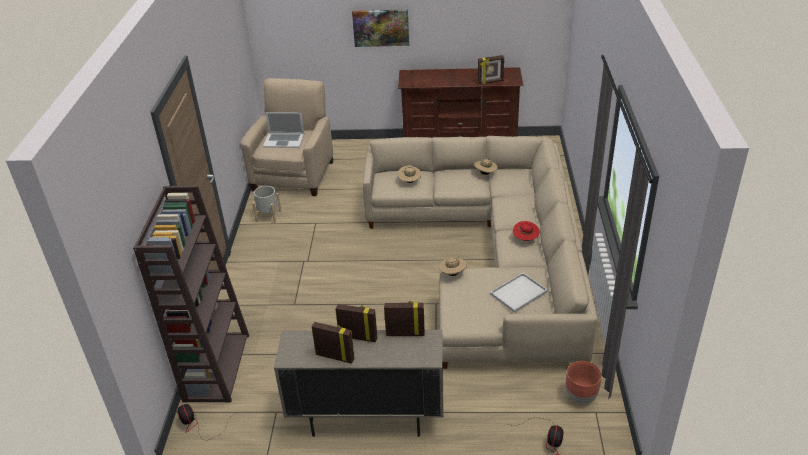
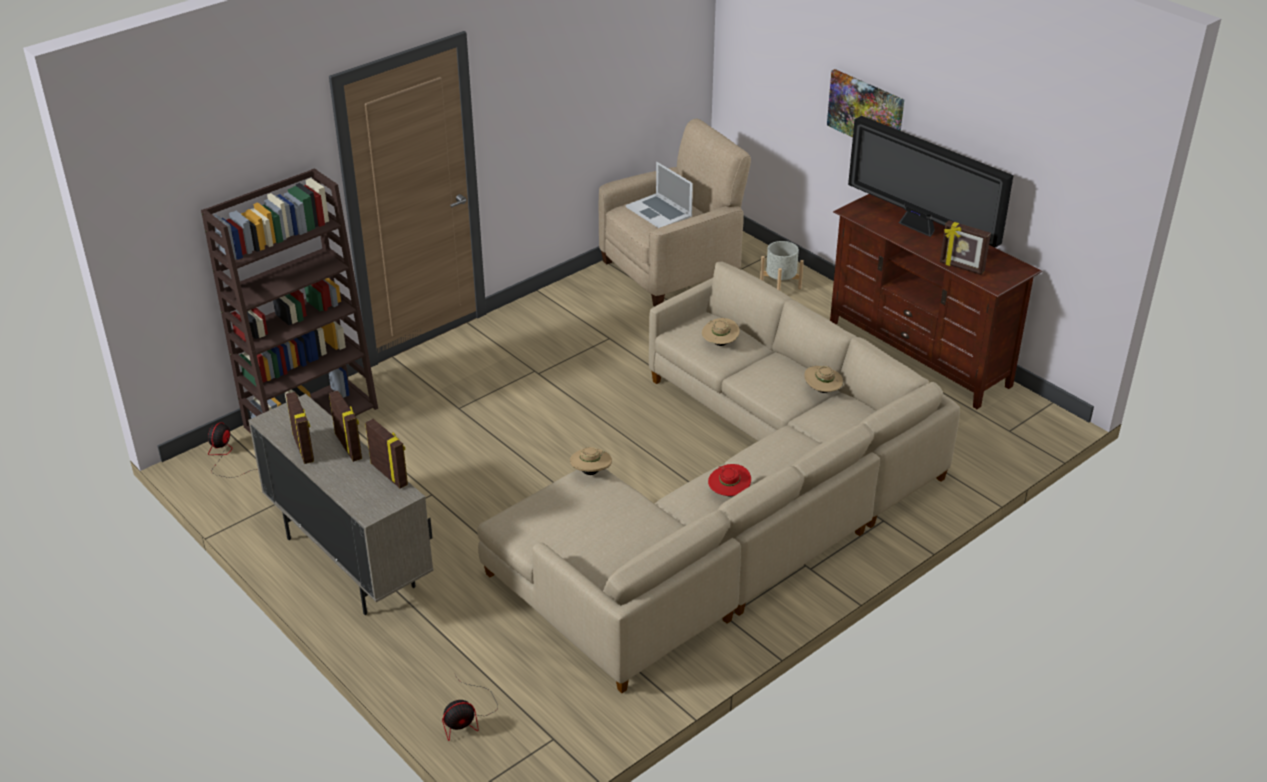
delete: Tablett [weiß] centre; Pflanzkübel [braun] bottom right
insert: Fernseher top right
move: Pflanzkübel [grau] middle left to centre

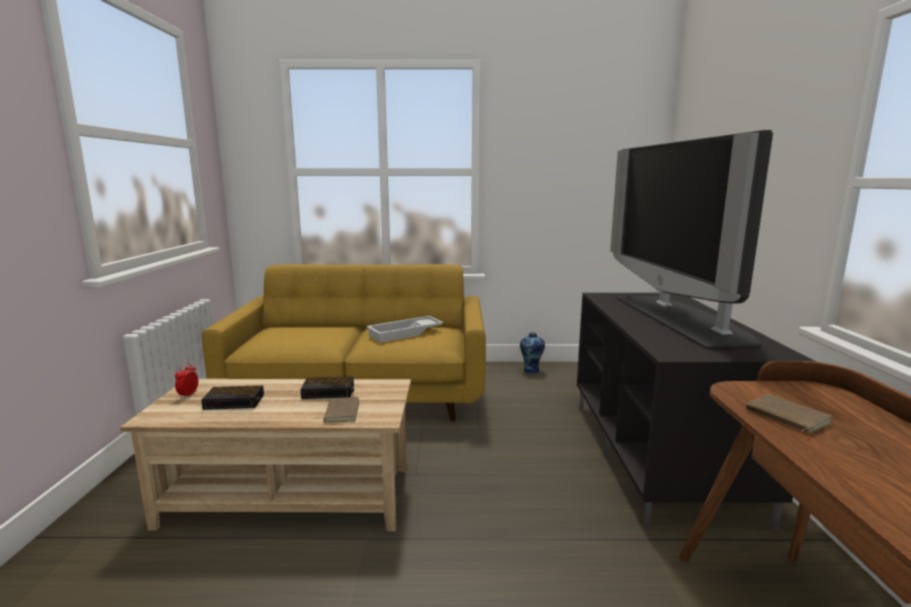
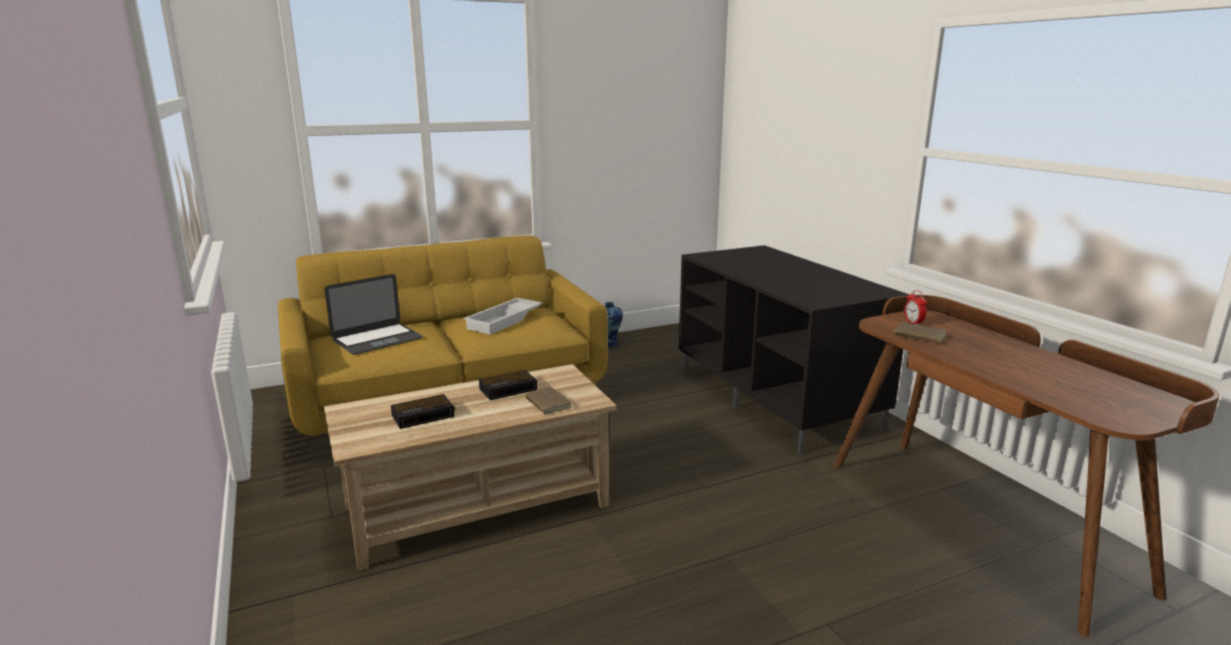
delete: Fernseher middle right
insert: Laptop middle left
move: Wecker (1st from left in the first image) middle left to Wecker (3rd from left) middle right

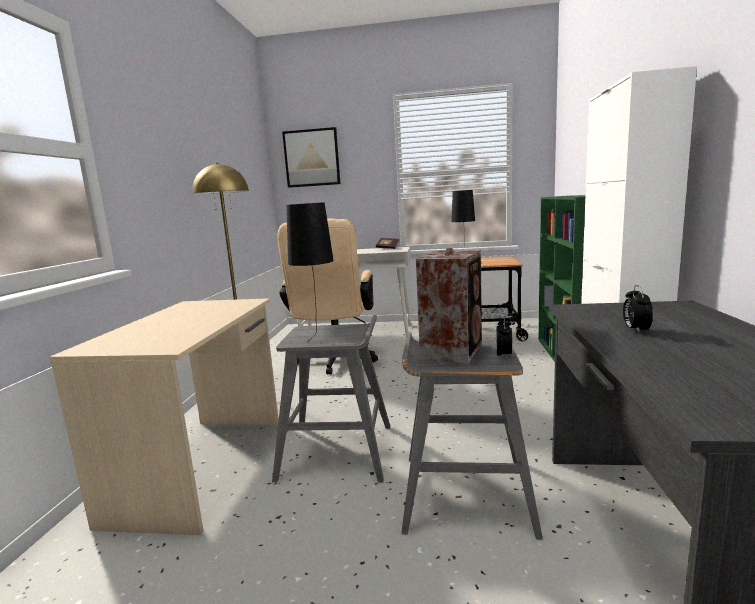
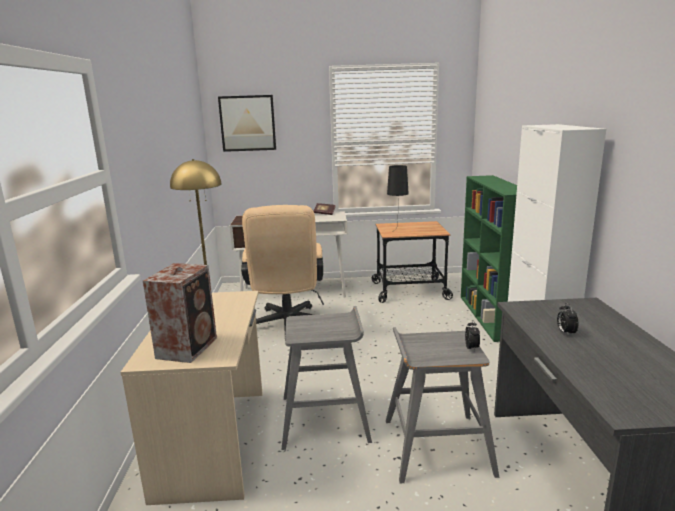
delete: Tischlampe [schwarz] (1st from left) centre
move: Lautsprecher centre to middle left

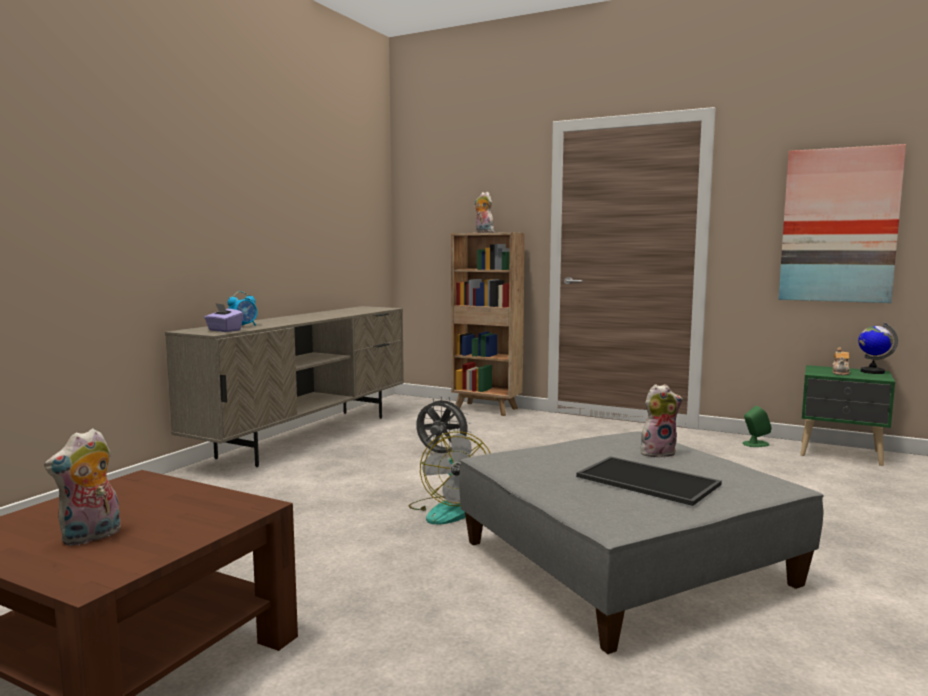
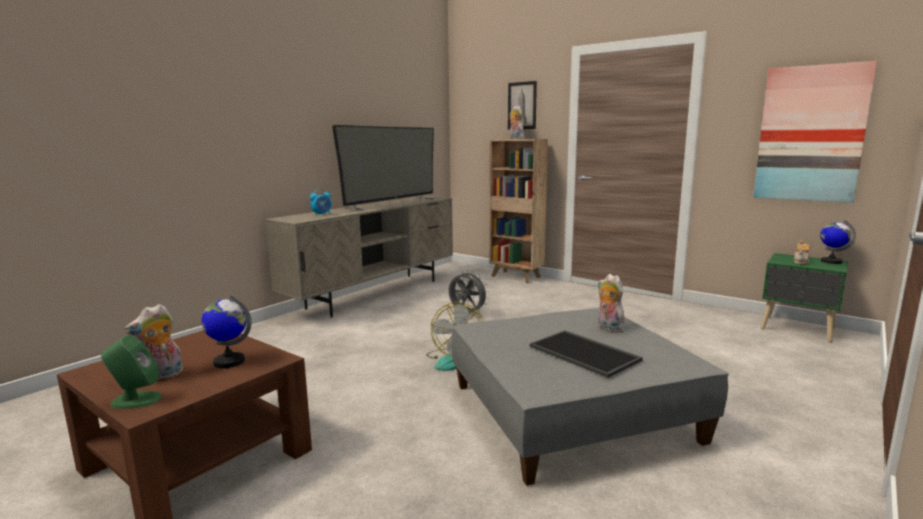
delete: Taschentuchbox [lila] middle left
insert: Globus (1st from left) middle left; Fernseher top centre; Bild (1st from left) top centre
move: Lautsprecher [grün] middle right to bottom left
rotate: Plüschtier (3rd from left) middle right = centre 120 degrees counterclockwise

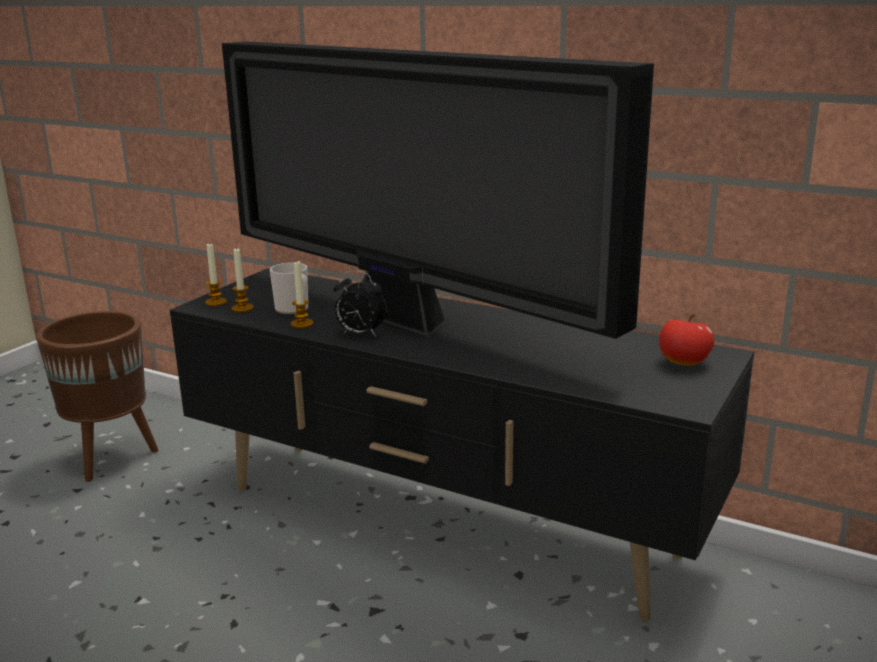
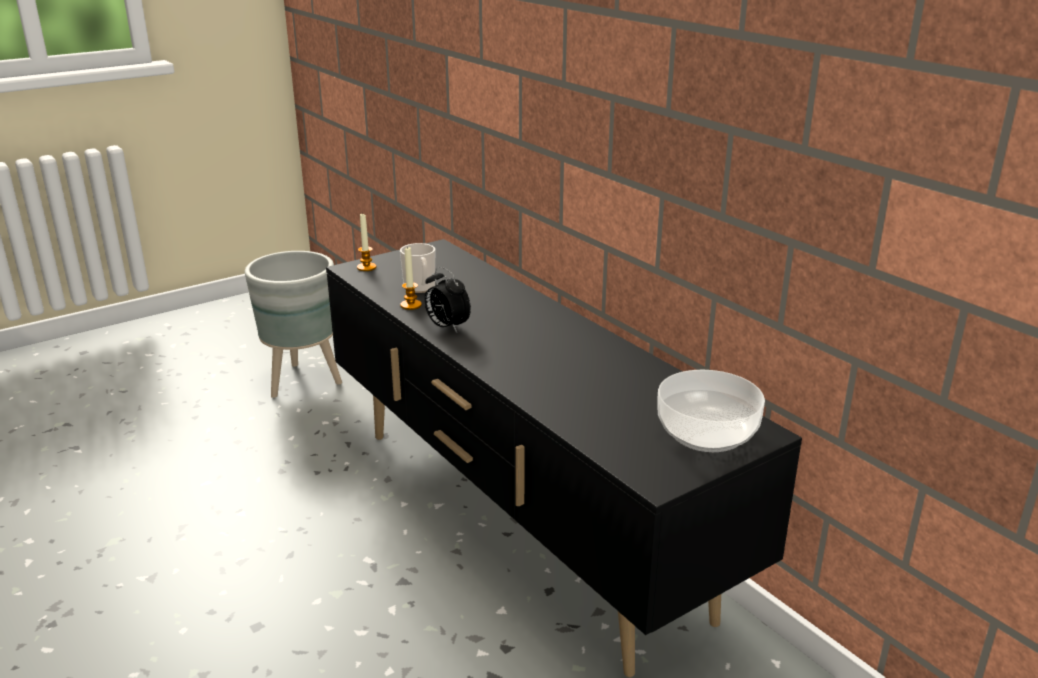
delete: Fernseher top centre; Kerze (2nd from left) middle left
replace: Apfel middle right to Schüssel middle right
recolor: Pflanzkübel [braun] middle left to Pflanzkübel [grau] middle left

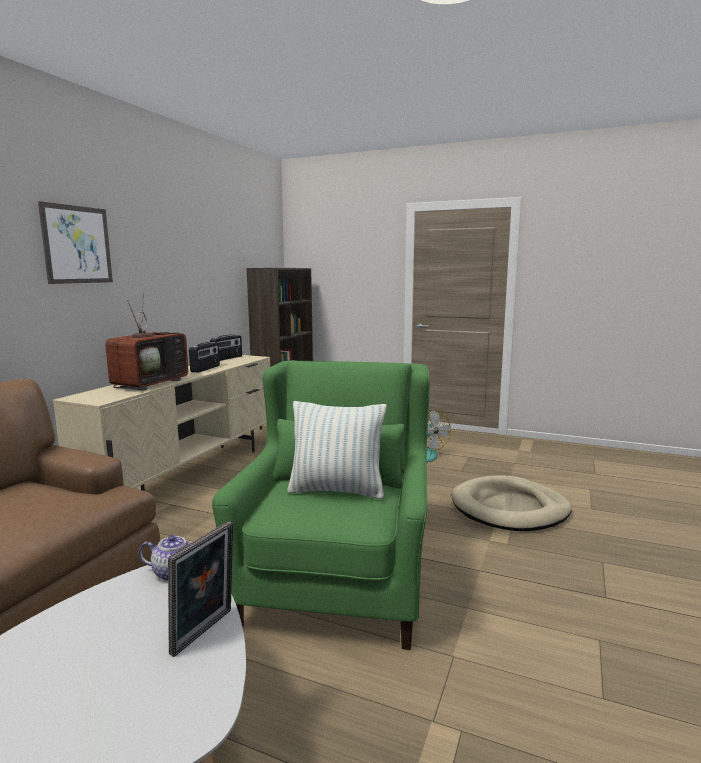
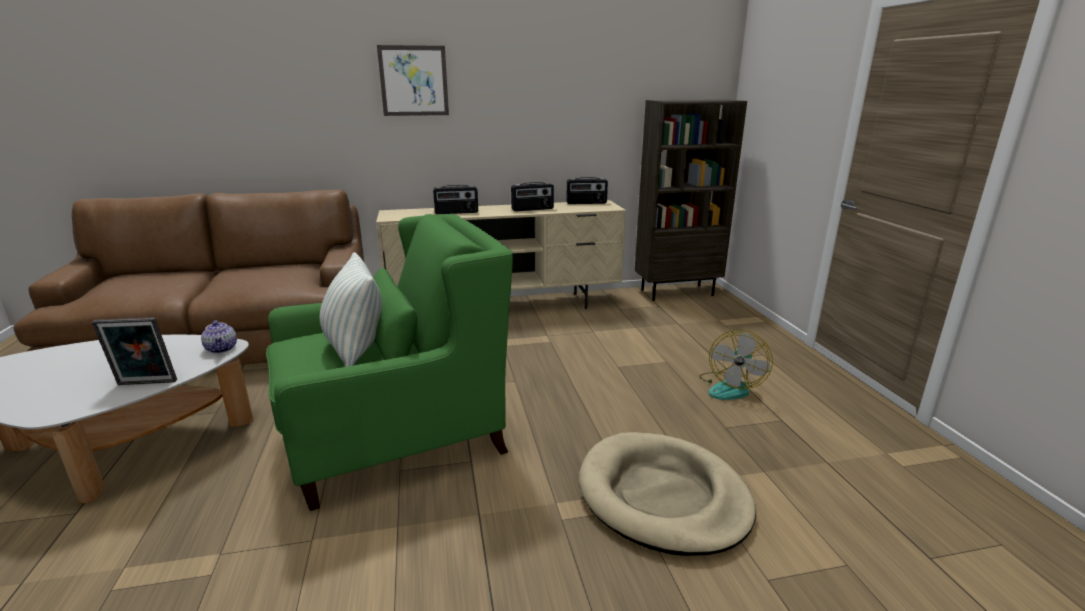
replace: Fernseher middle left to Radio (1st from left) top centre

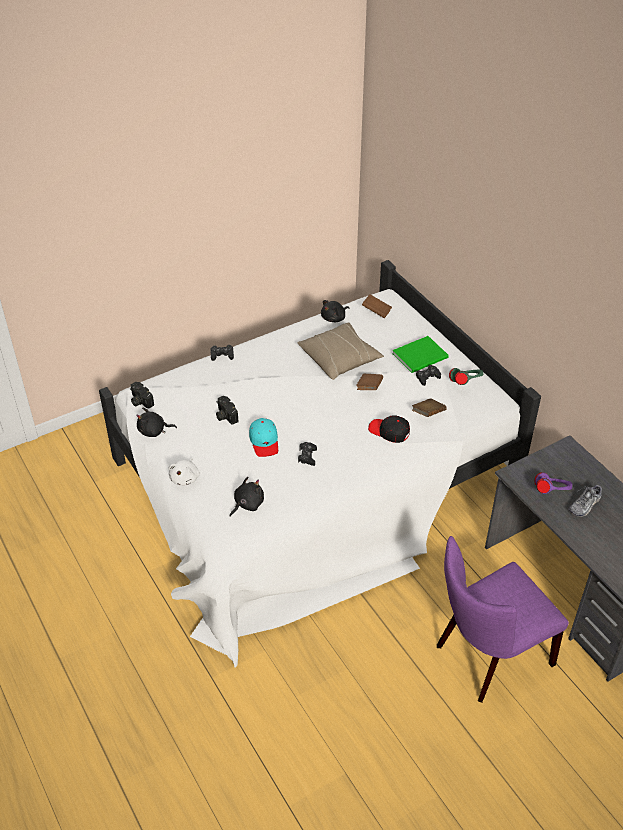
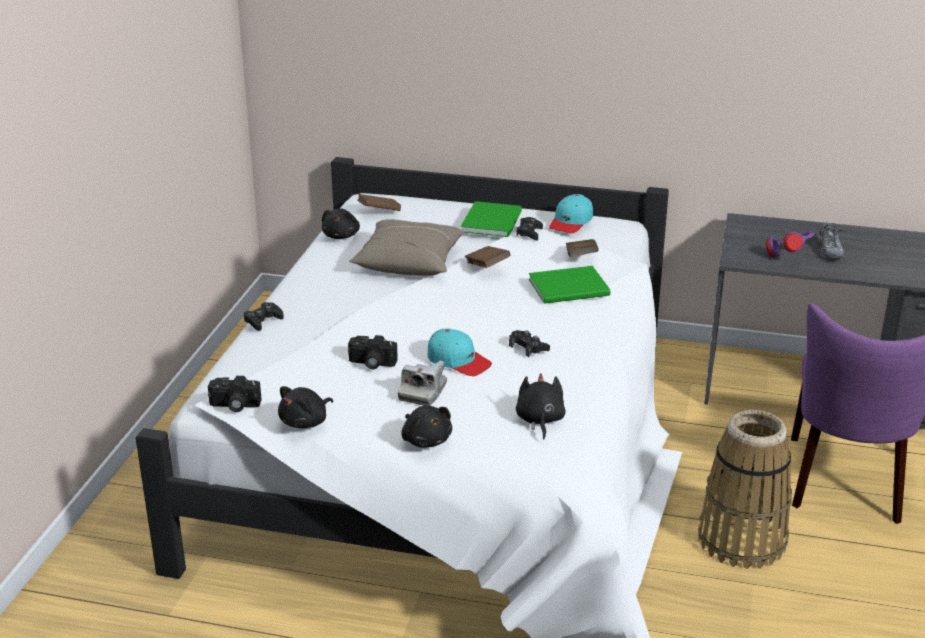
insert: Kamera (3rd from left) centre; Korb bottom right
replace: Kappe [schwarz] centre to Buch [grün] (2nd from left) centre; Kopfhörer [grün] middle right to Kappe [türkis] (2nd from left) centre
recolor: Plüschtier [weiß] middle left to Plüschtier [schwarz] (3rd from left) bottom centre

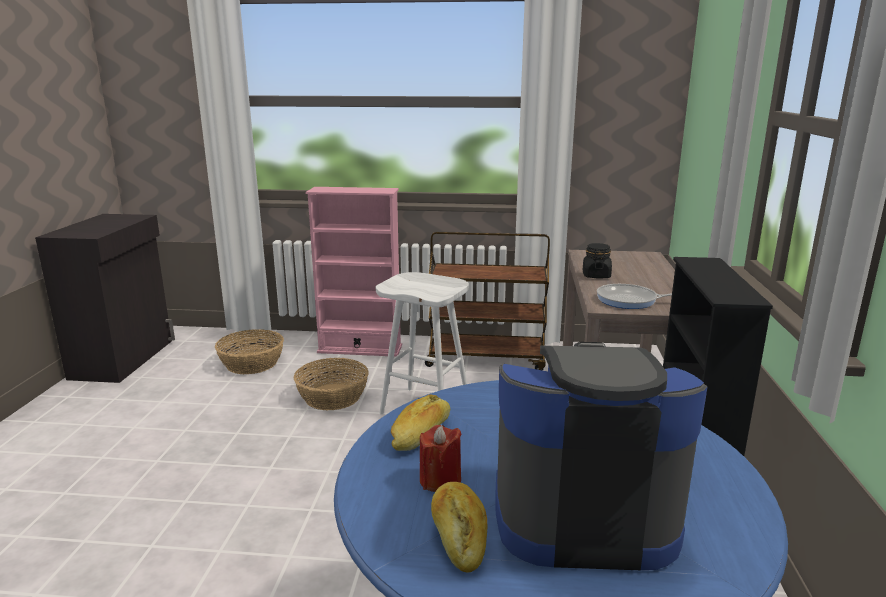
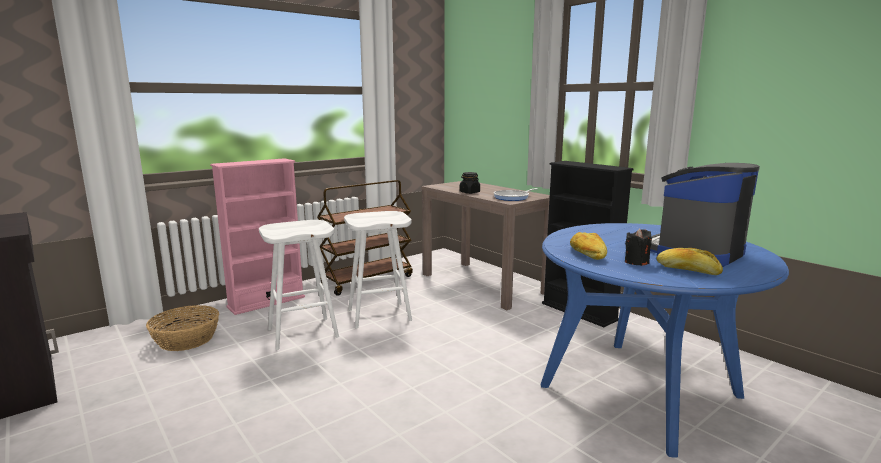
replace: Korb (2nd from left) centre to Hocker [weiß] (1st from left) centre
recolor: Kerze [rot] bottom centre to Kerze [schwarz] middle right

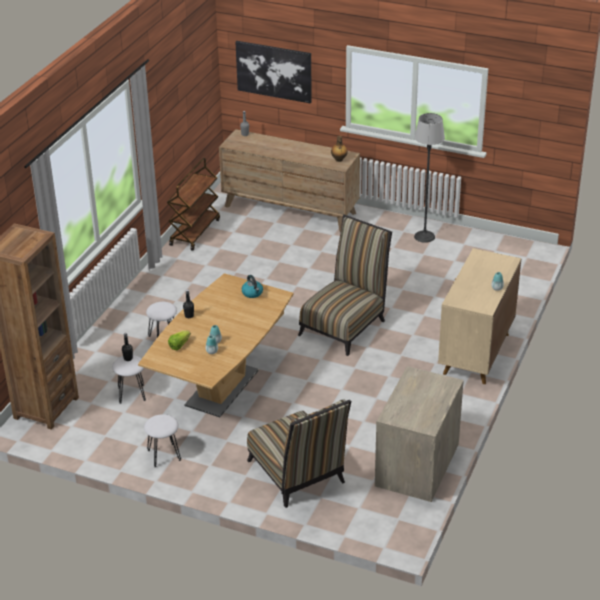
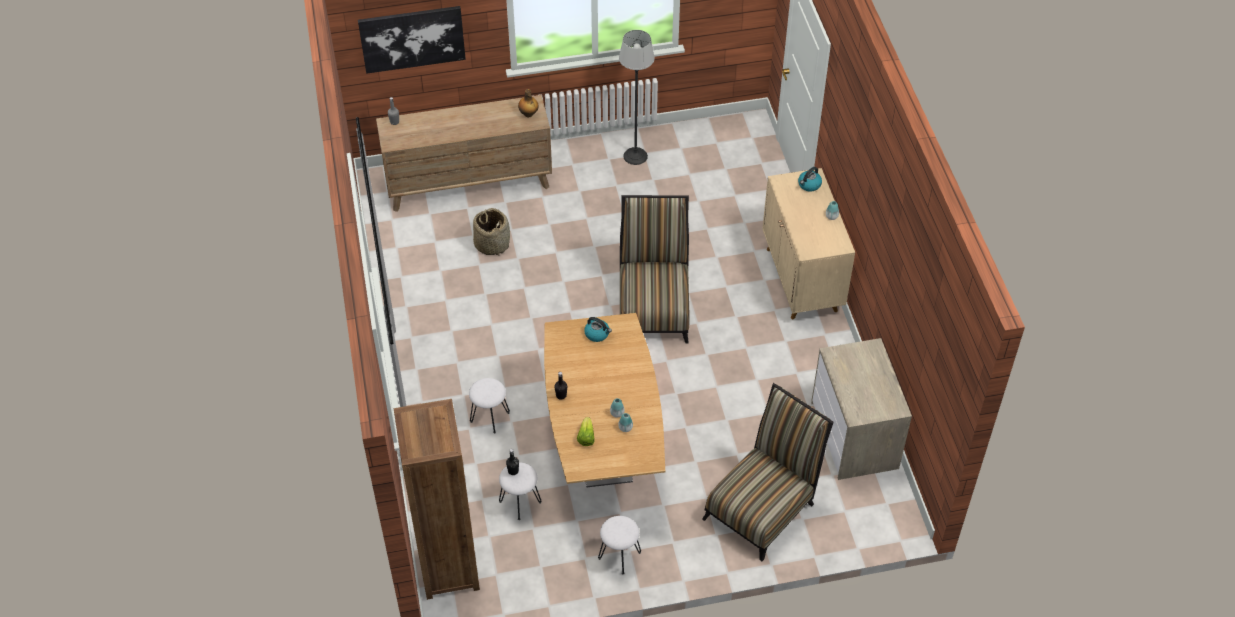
delete: Rollwagen [braun] middle left
insert: Korb centre; Wasserkessel (2nd from left) top centre
rotate: Stuhl (1st from left in the first image) bottom centre = bottom centre 75 degrees counterclockwise

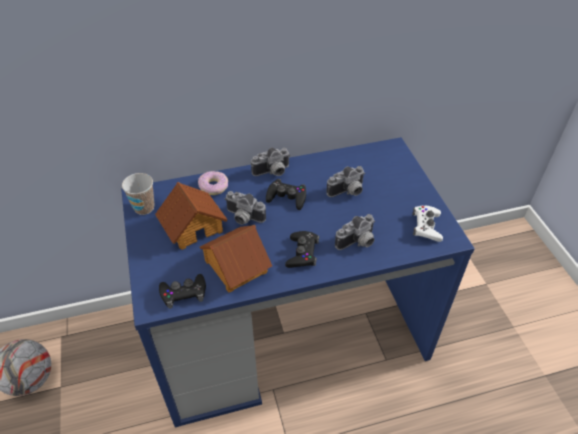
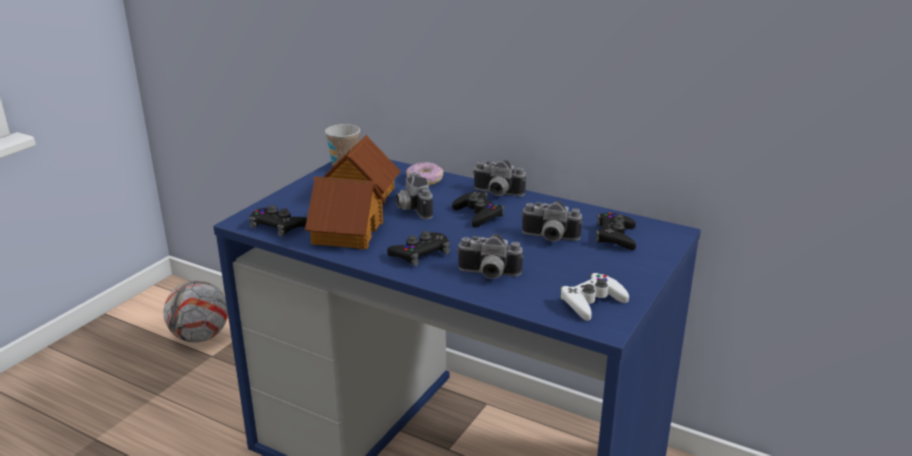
insert: Gamepad [schwarz] (4th from left) middle right

